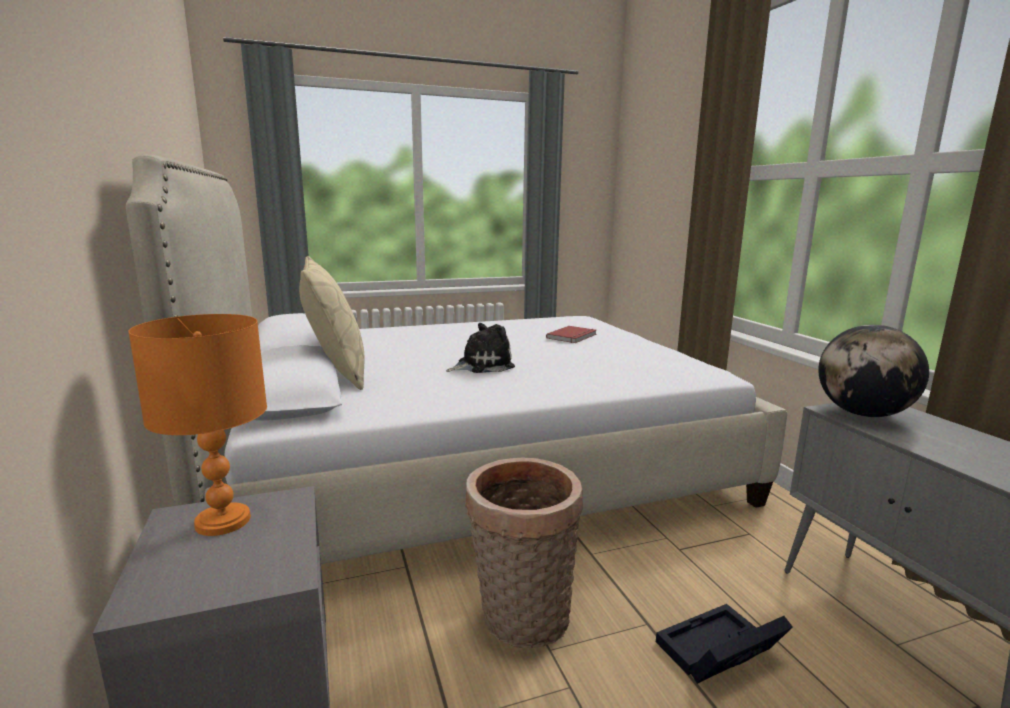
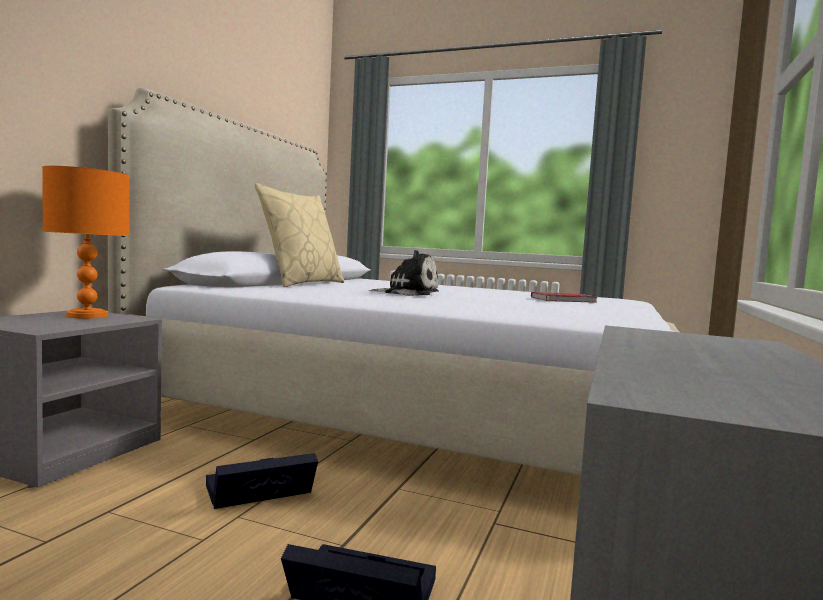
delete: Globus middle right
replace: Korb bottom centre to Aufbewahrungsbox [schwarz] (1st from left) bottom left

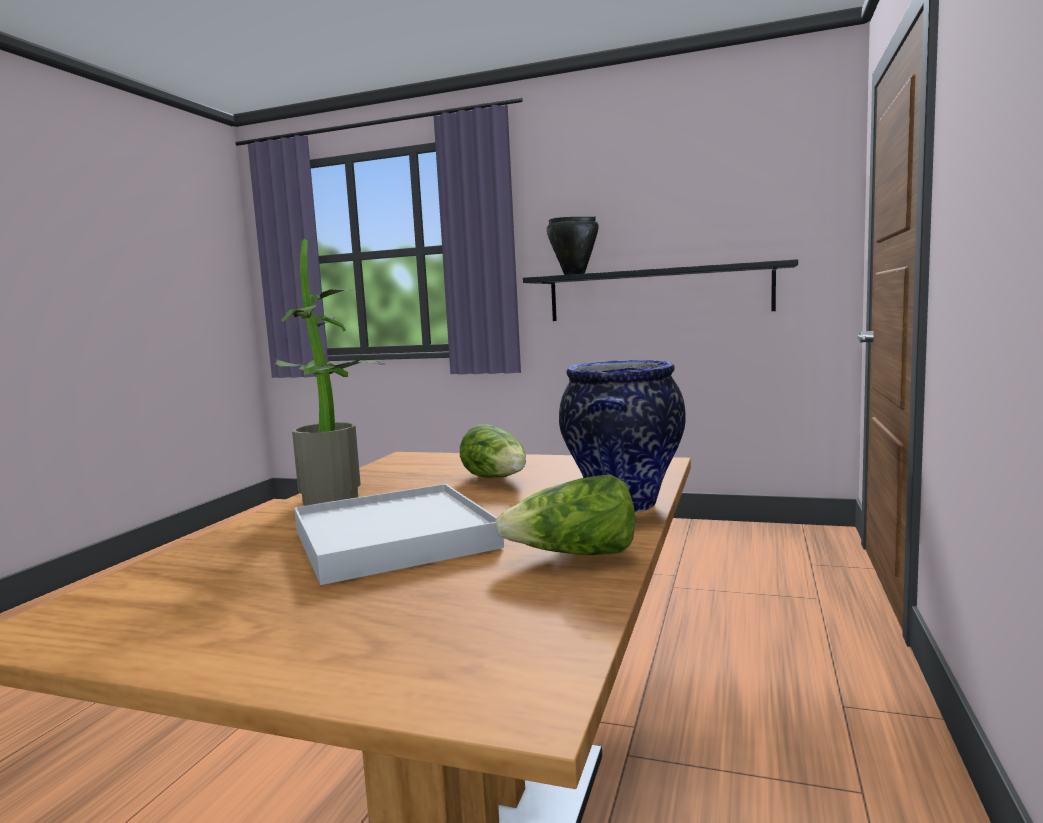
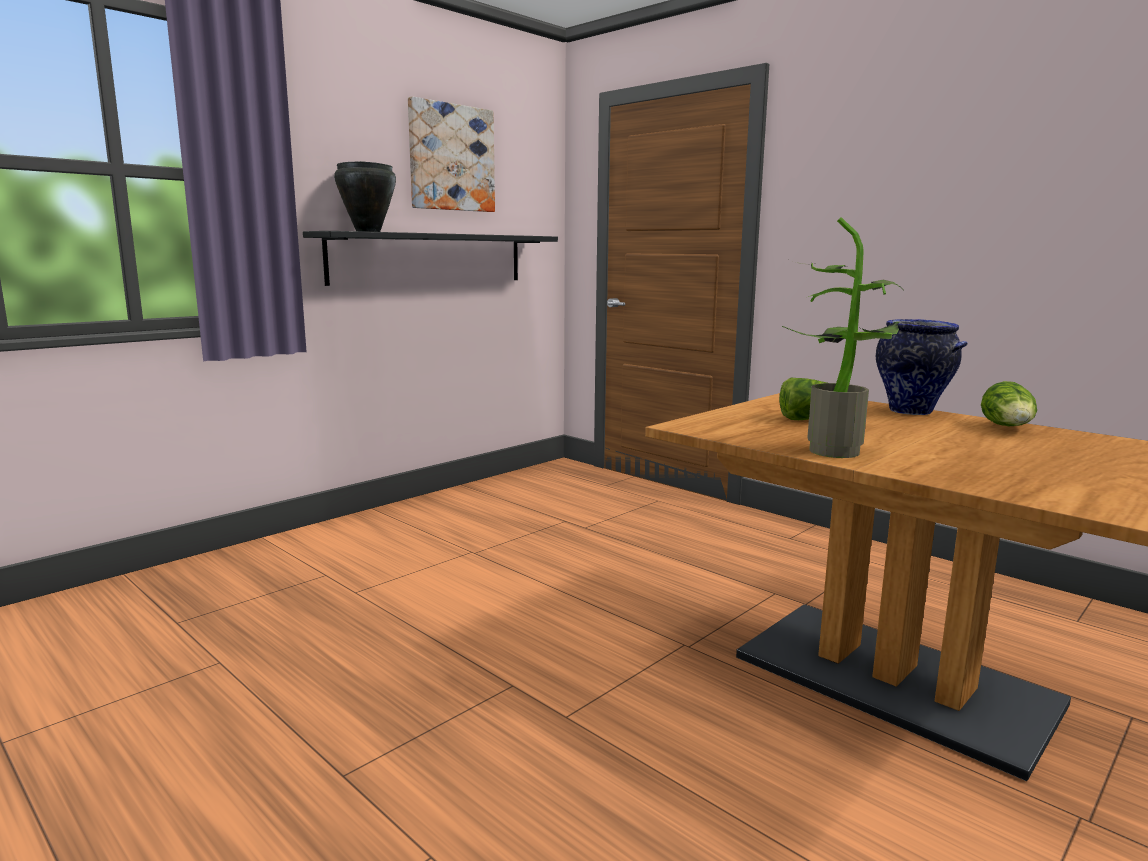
delete: Tablett [weiß] centre
insert: Bild top centre

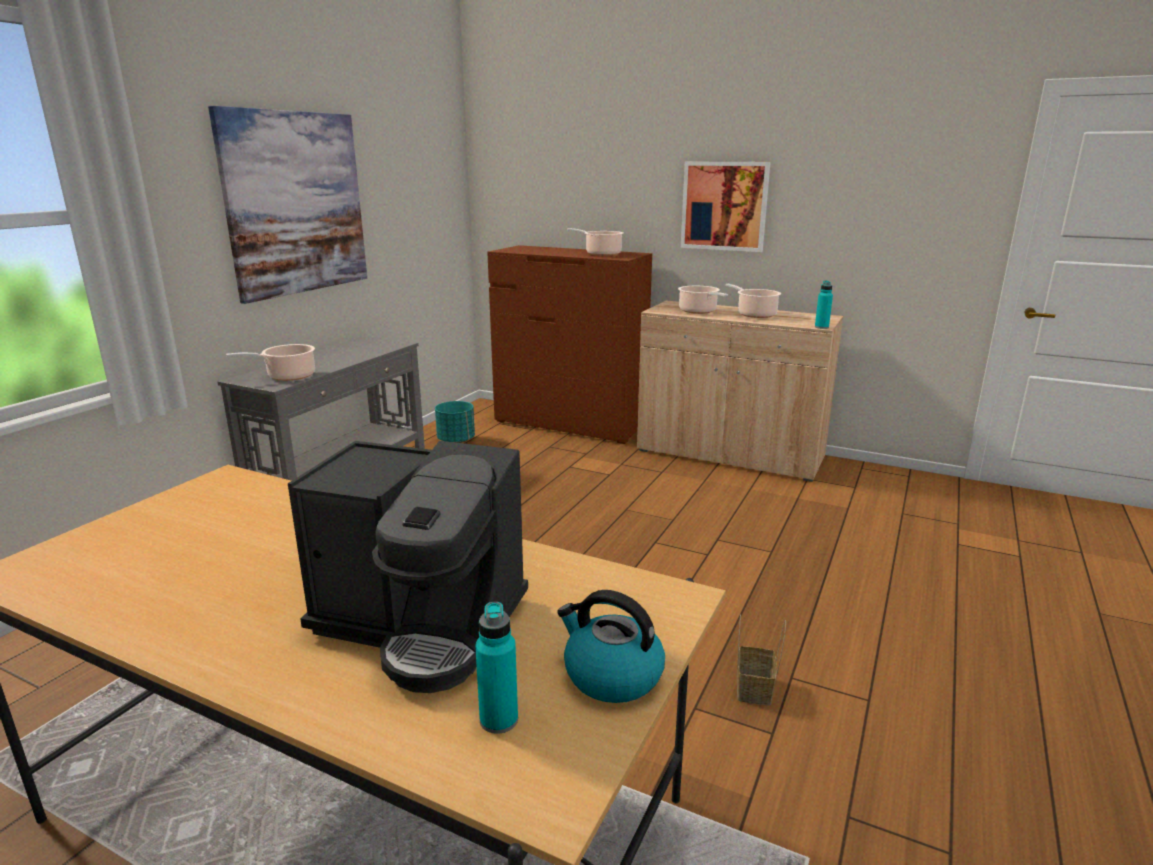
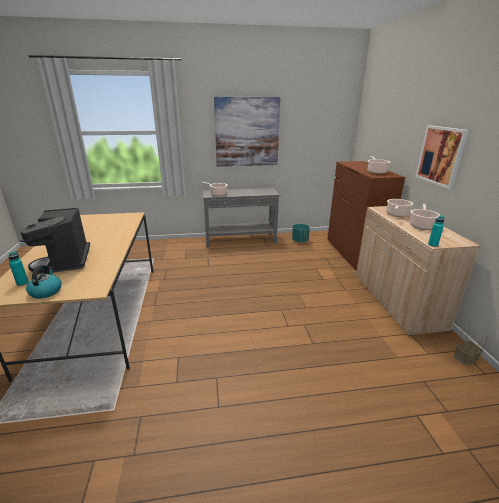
move: Korb bottom centre to bottom right

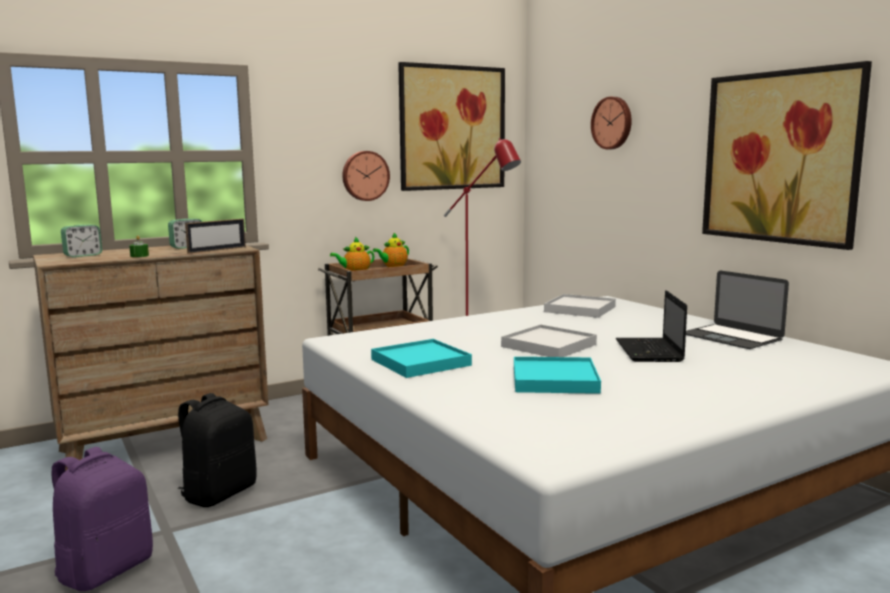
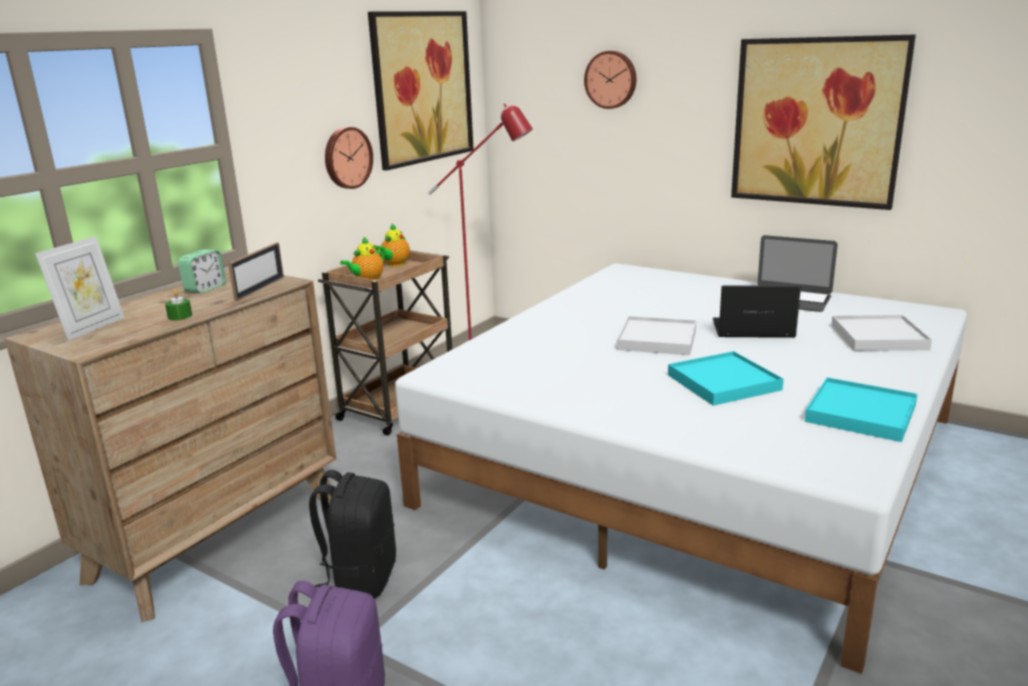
move: Tablett [türkis] (1st from left in the first image) centre to Tablett [türkis] (2nd from left) middle right; Tablett [weiß] (2nd from left) centre to middle right
replace: Wecker (1st from left) middle left to Bilderrahmen (1st from left) middle left
rotate: Laptop (1st from left) middle right = middle right 120 degrees clockwise

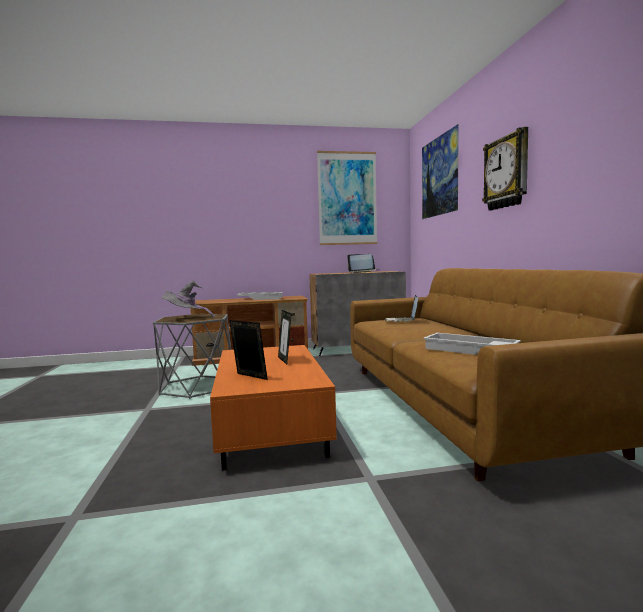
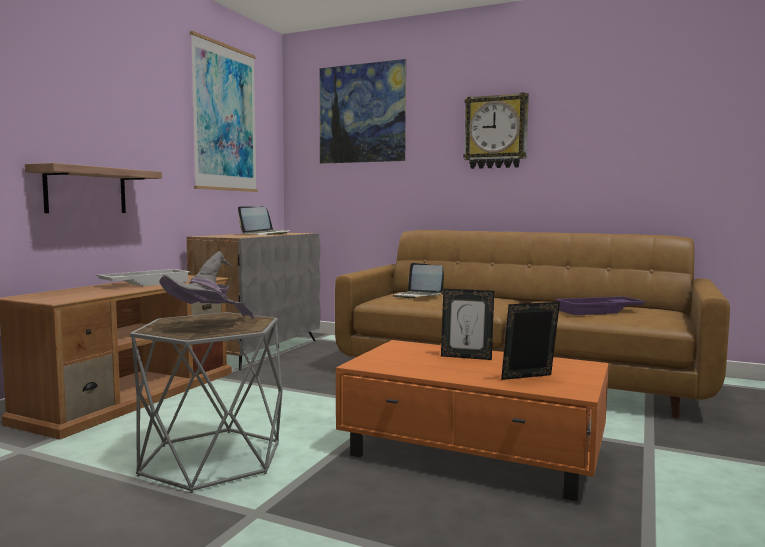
insert: Wandregal middle left
recolor: Tablett [weiß] (2nd from left) middle right to Tablett [lila] middle right

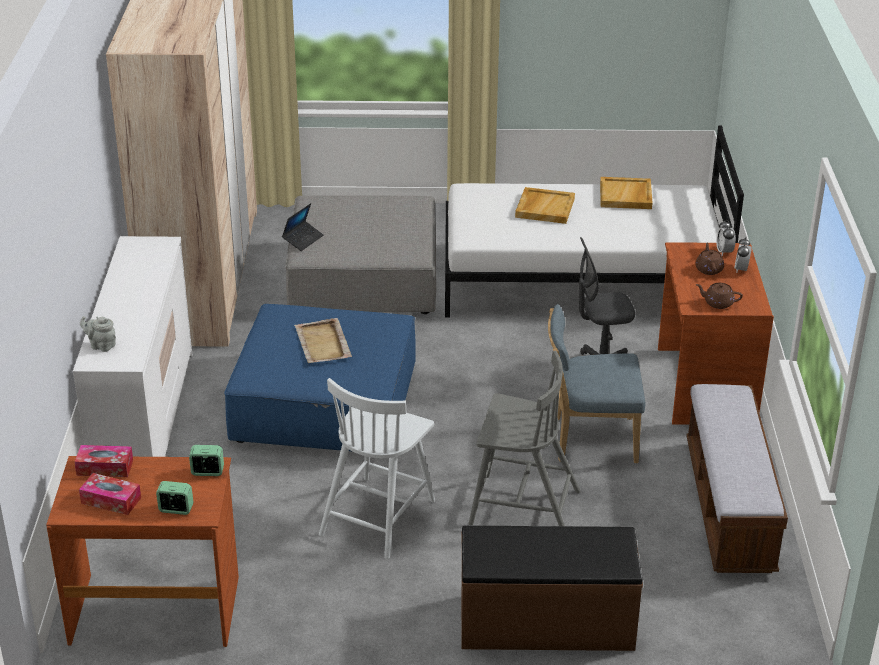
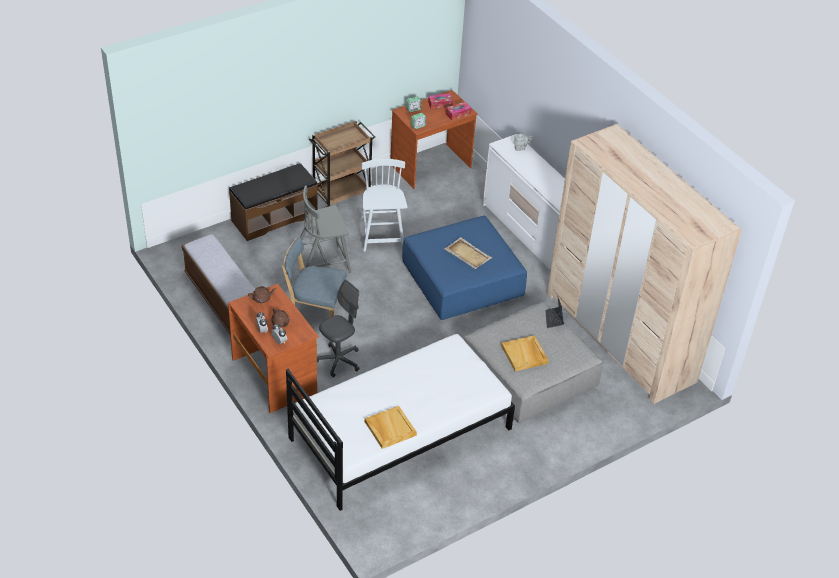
insert: Rollwagen [braun] top centre
move: Tablett [beige] (2nd from left in the first image) top centre to Tablett [beige] (3rd from left) centre
rotate: Stuhl [blau] middle right = centre 135 degrees counterclockwise

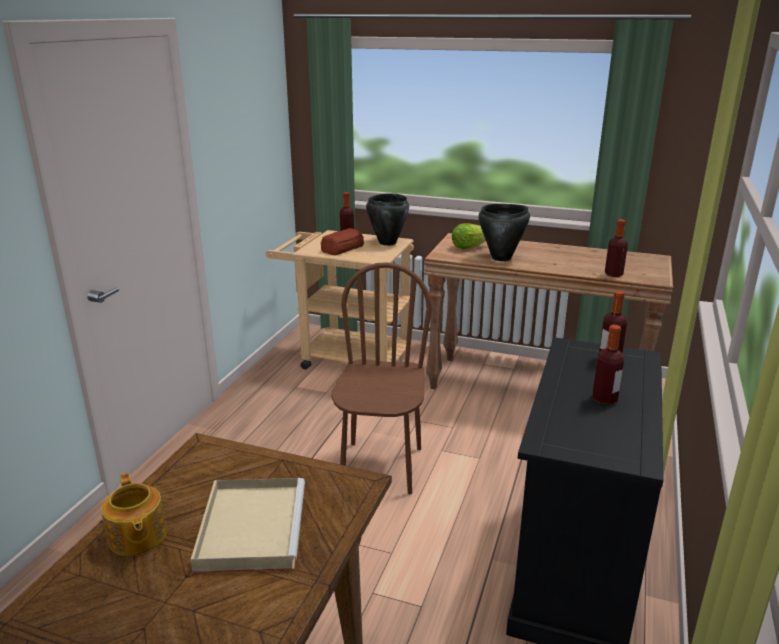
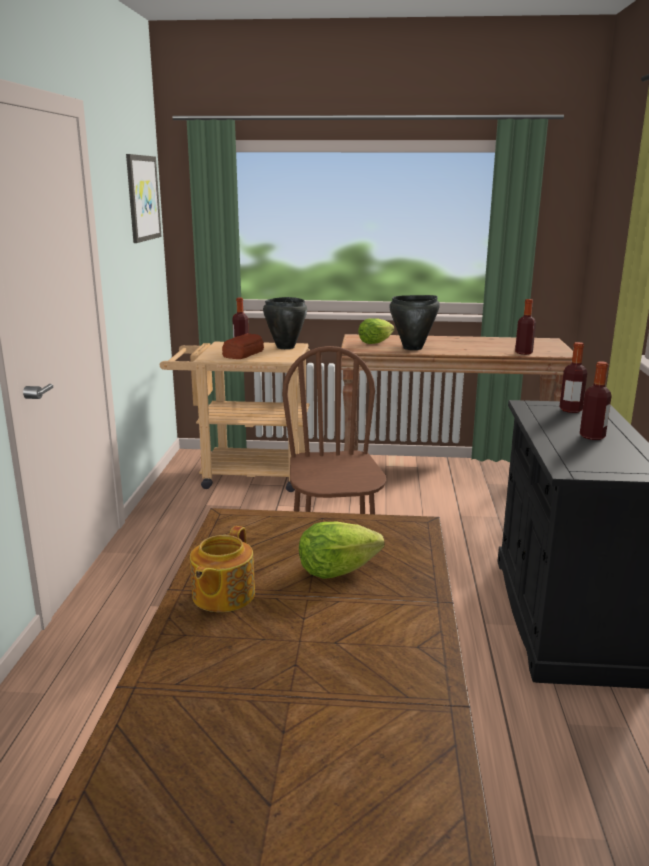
insert: Bild top left
replace: Tablett [beige] bottom left to Salatkopf (1st from left) centre
rotate: Teekanne bottom left = centre 60 degrees clockwise

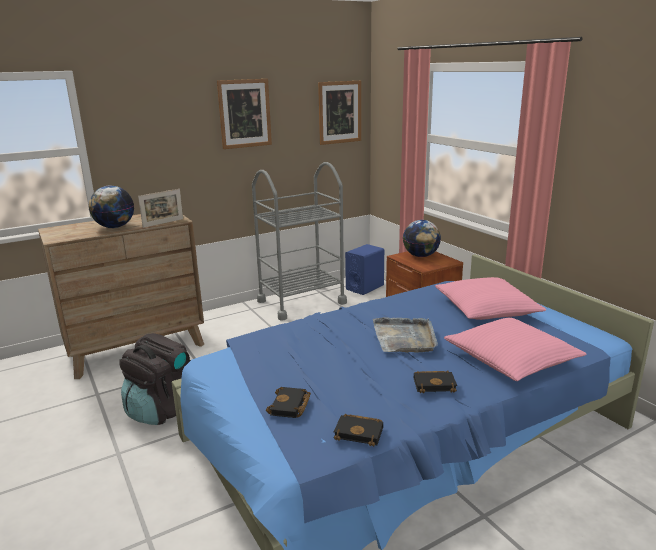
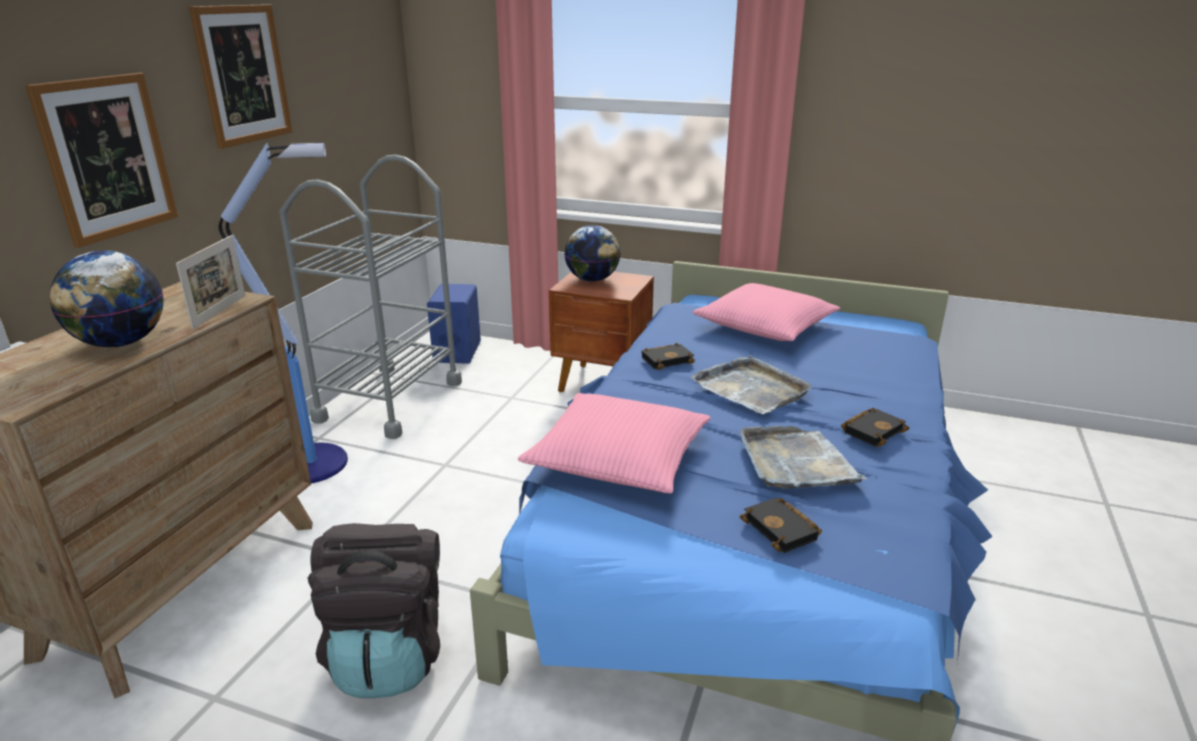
insert: Stehlampe middle left; Tablett [grau] (2nd from left) middle right
move: Bild (2nd from left in the first image) top centre to Bild (1st from left) top left; Kissen [rosa] (2nd from left in the first image) middle right to Kissen [rosa] (1st from left) centre; Buch [schwarz] (2nd from left in the first image) bottom centre to Buch [schwarz] (1st from left) centre

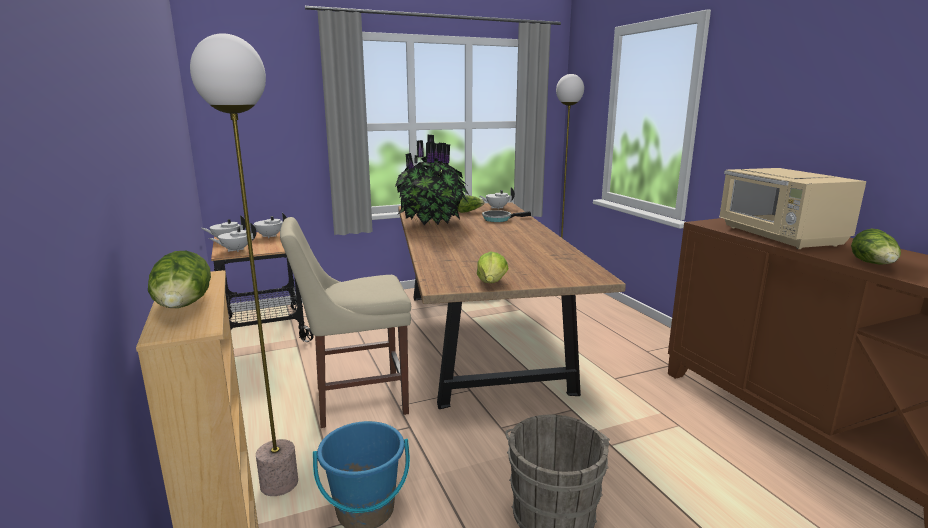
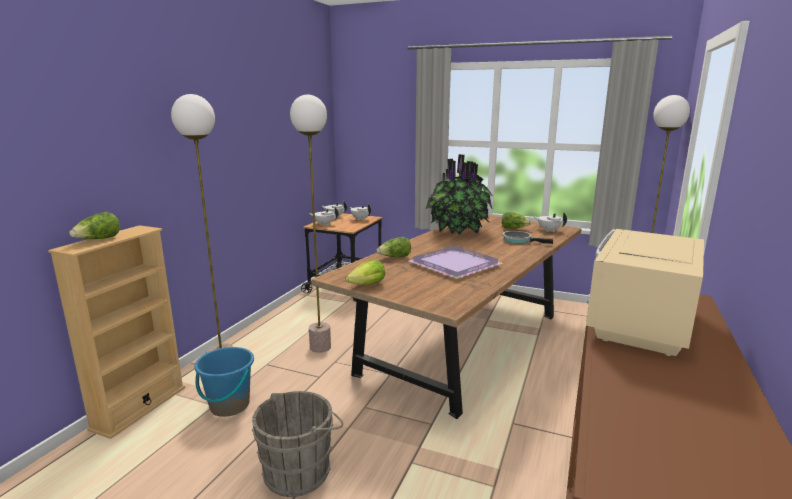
insert: Tablett [lila] centre
move: Salatkopf (4th from left in the first image) middle right to Salatkopf (3rd from left) centre
replace: Stuhl [beige] centre to Stehlampe (2nd from left) centre

